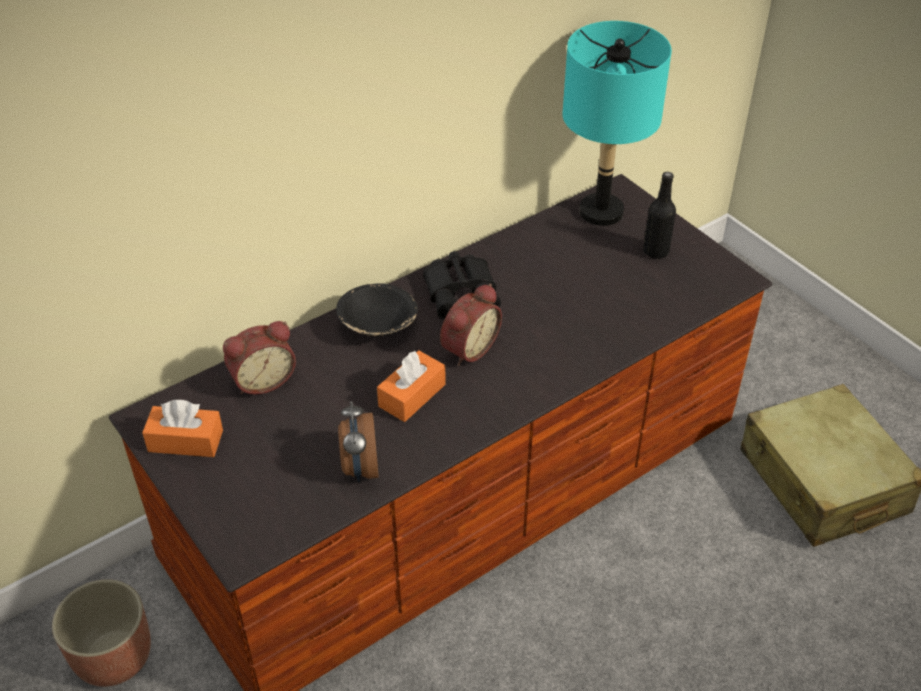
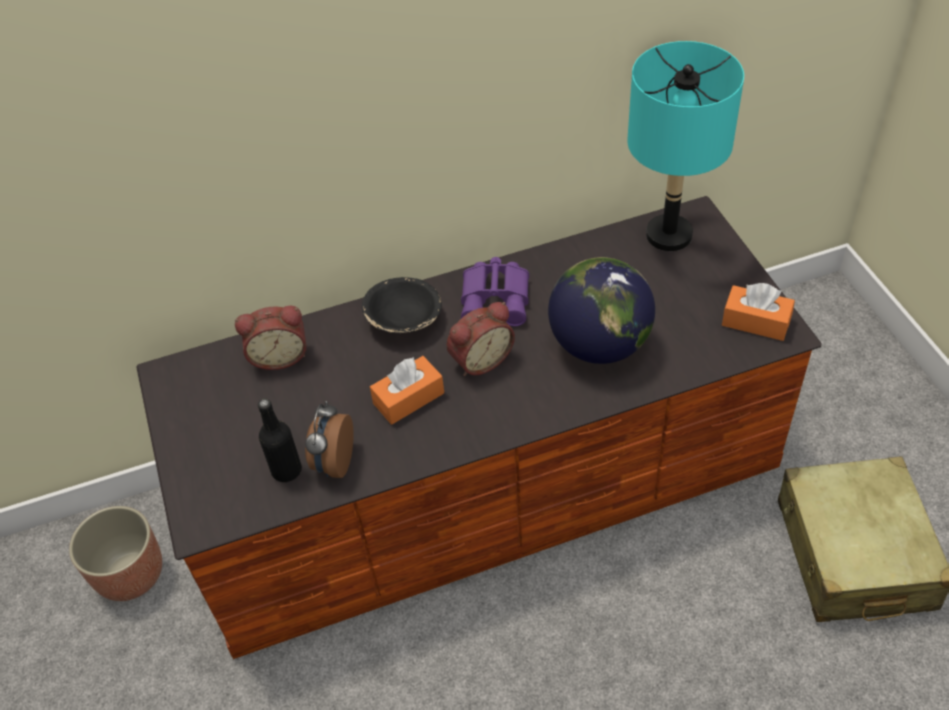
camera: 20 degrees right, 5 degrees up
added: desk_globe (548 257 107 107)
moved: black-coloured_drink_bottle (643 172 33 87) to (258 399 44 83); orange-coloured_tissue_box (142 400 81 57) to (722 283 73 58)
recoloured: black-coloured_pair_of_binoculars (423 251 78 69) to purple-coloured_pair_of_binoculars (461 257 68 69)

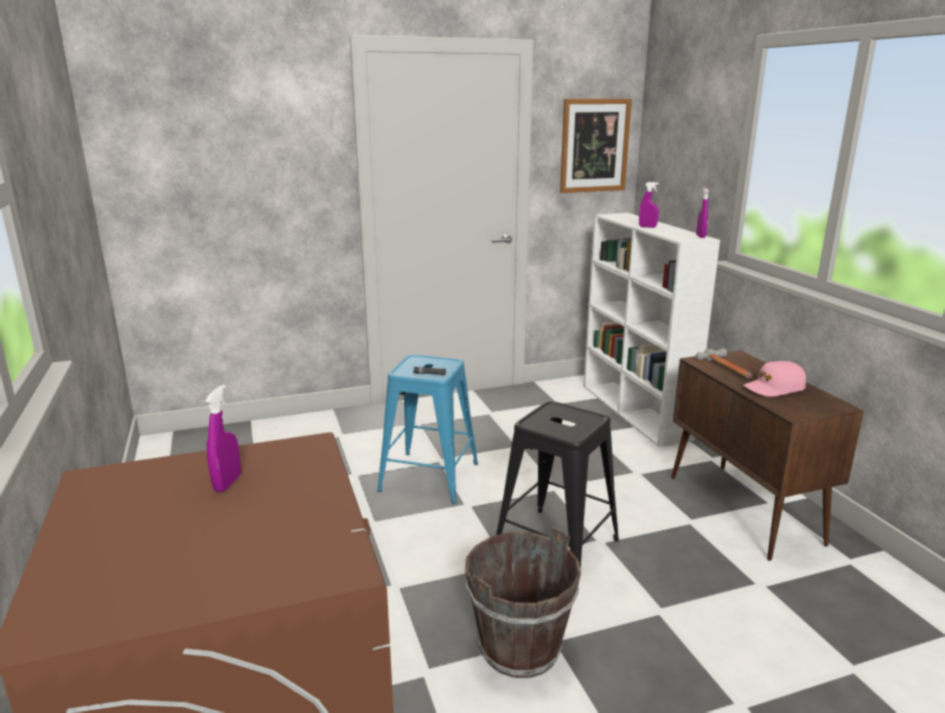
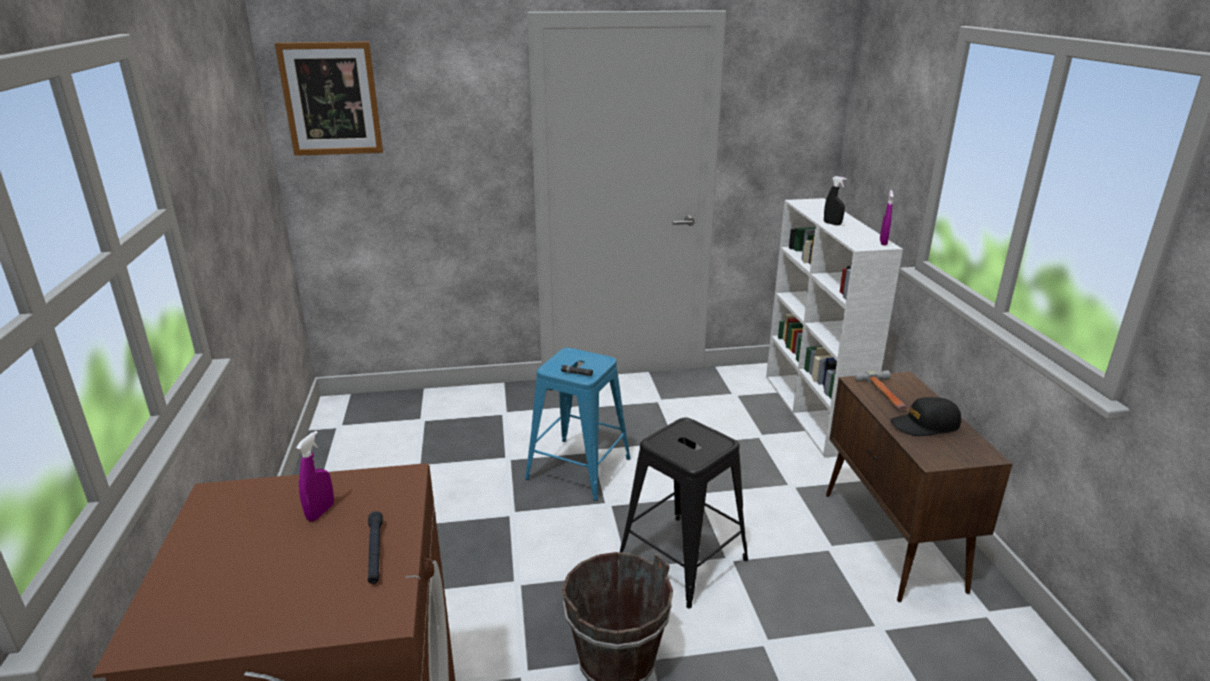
camera: 10 degrees right, 5 degrees up
added: black-coloured_flashlight (368 511 15 73)
moved: picture (560 99 72 94) to (275 42 108 114)
recoloured: purple-coloured_sprayer (639 182 20 46) to black-coloured_sprayer (824 176 23 49); pink-coloured_baseball_cap (743 361 63 36) to black-coloured_baseball_cap (890 397 71 39)

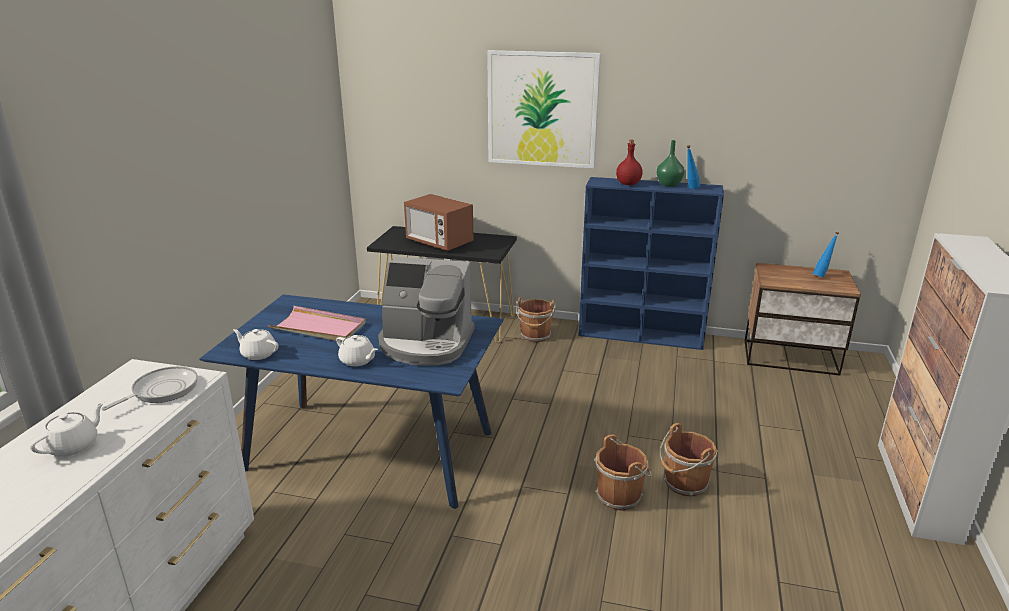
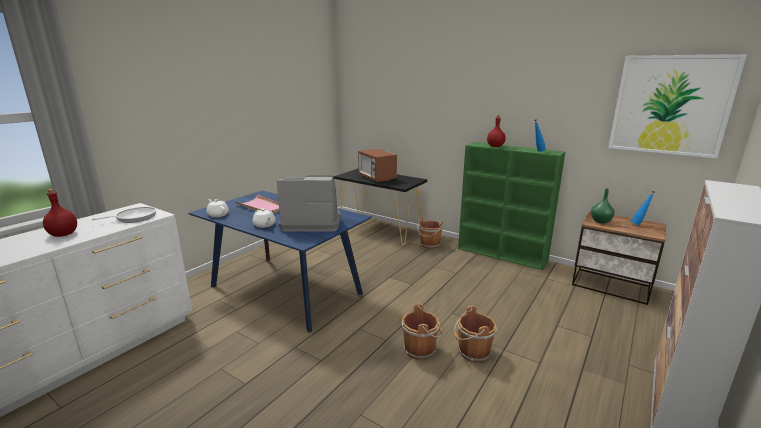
camera: 20 degrees right, 5 degrees down
moved: green_flower_vase (657 140 27 46) to (591 189 24 34); picture (487 50 114 118) to (608 54 139 104)
replaced: whitish_tea_pot (30 402 74 55) to red_drink_bottle (43 189 34 48)
recoloured: blue-coloured_bookshelf (578 177 146 173) to green_bookshelf (458 142 108 128)
turned: coffee_maker (378 257 96 109) = (277 176 64 56) 150 degrees clockwise

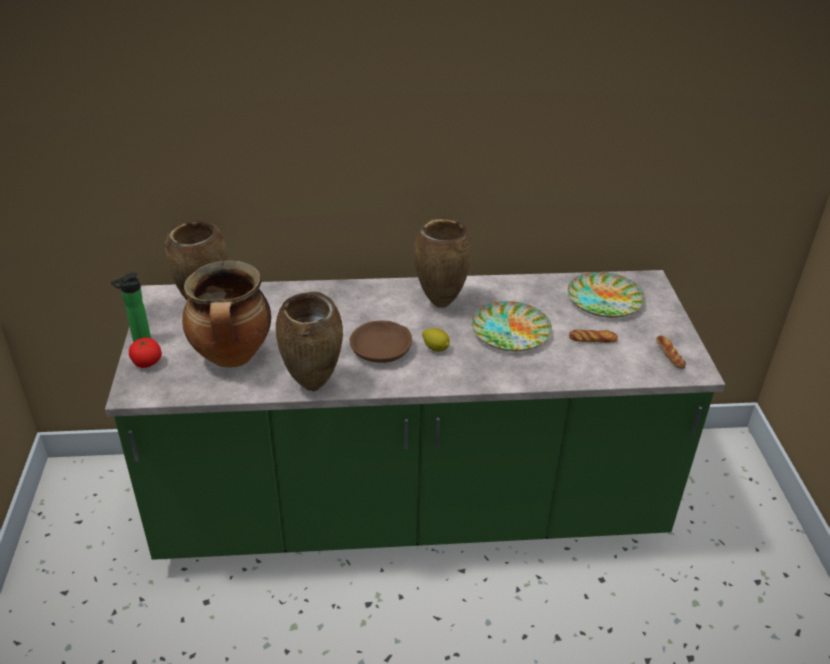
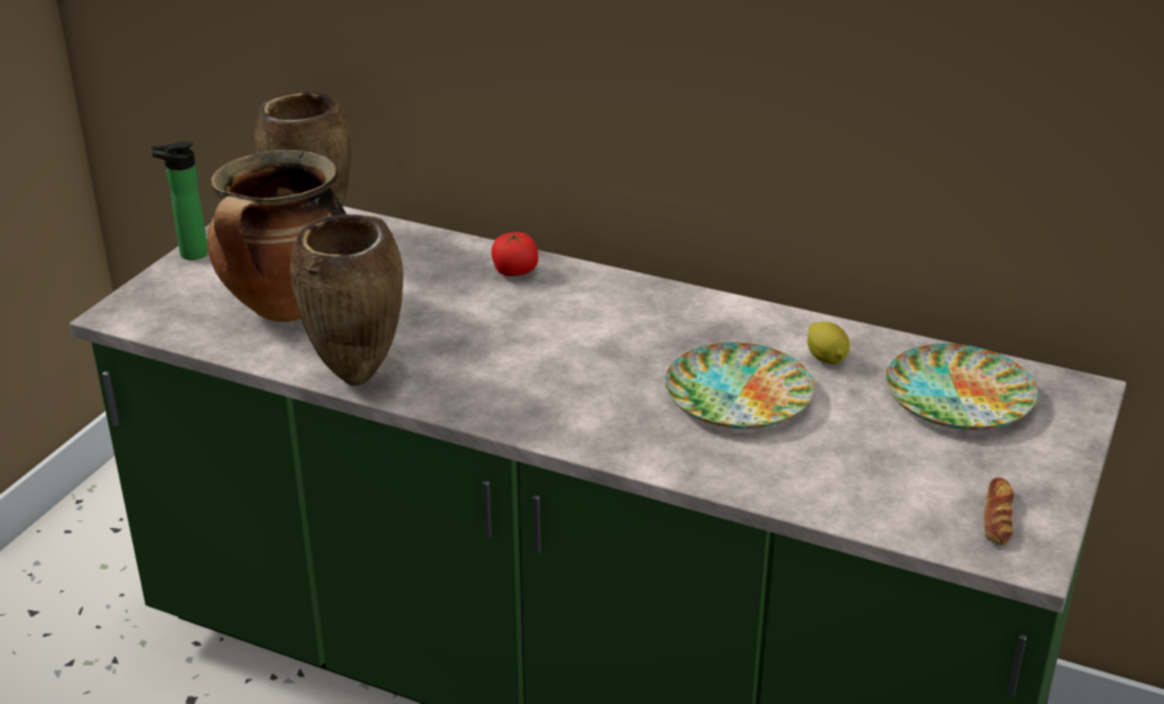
camera: 30 degrees right, 5 degrees down
removed: brownish_serving_bowl (350 321 62 42); brownish_flower_vase (414 218 58 90); baked_bread (569 330 49 13)
moved: whole_tomato (129 338 33 30) to (491 232 47 44); whole_lemon (422 328 28 24) to (807 322 43 42)

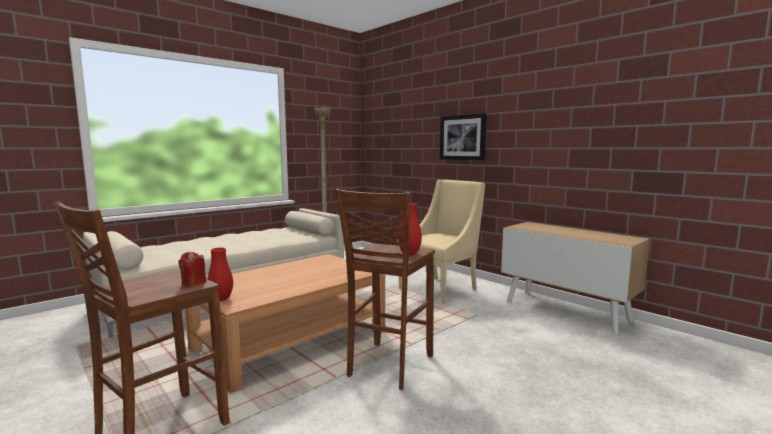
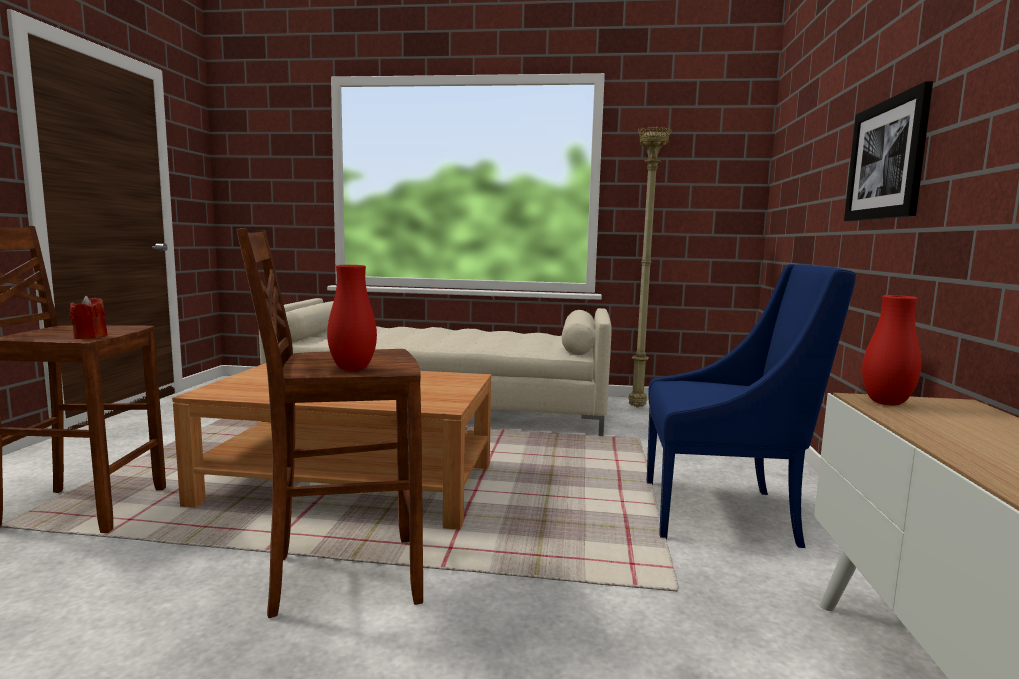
camera: 50 degrees right, 0 degrees up
moved: red_flower_vase (208 248 25 53) to (862 295 59 111)
recoloured: beige-coloured_easy_chair (397 180 88 123) to blue-coloured_easy_chair (647 264 209 284)

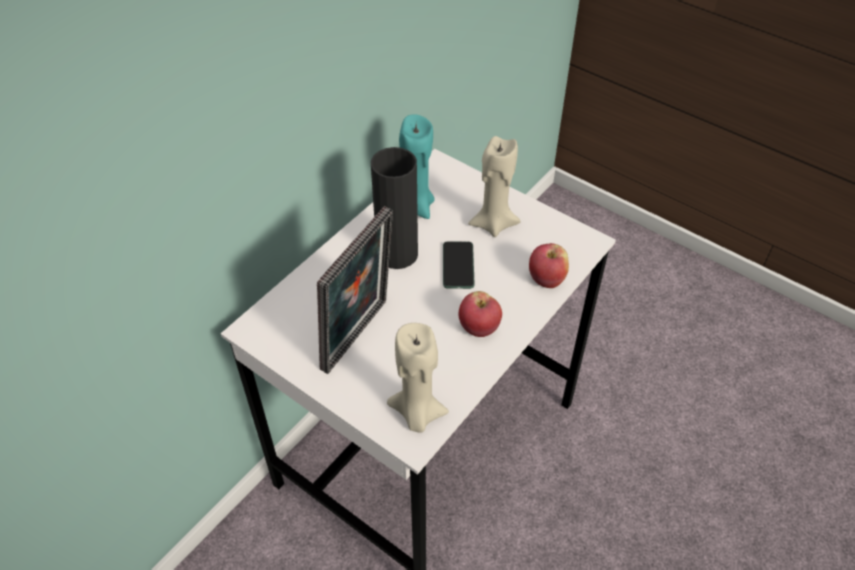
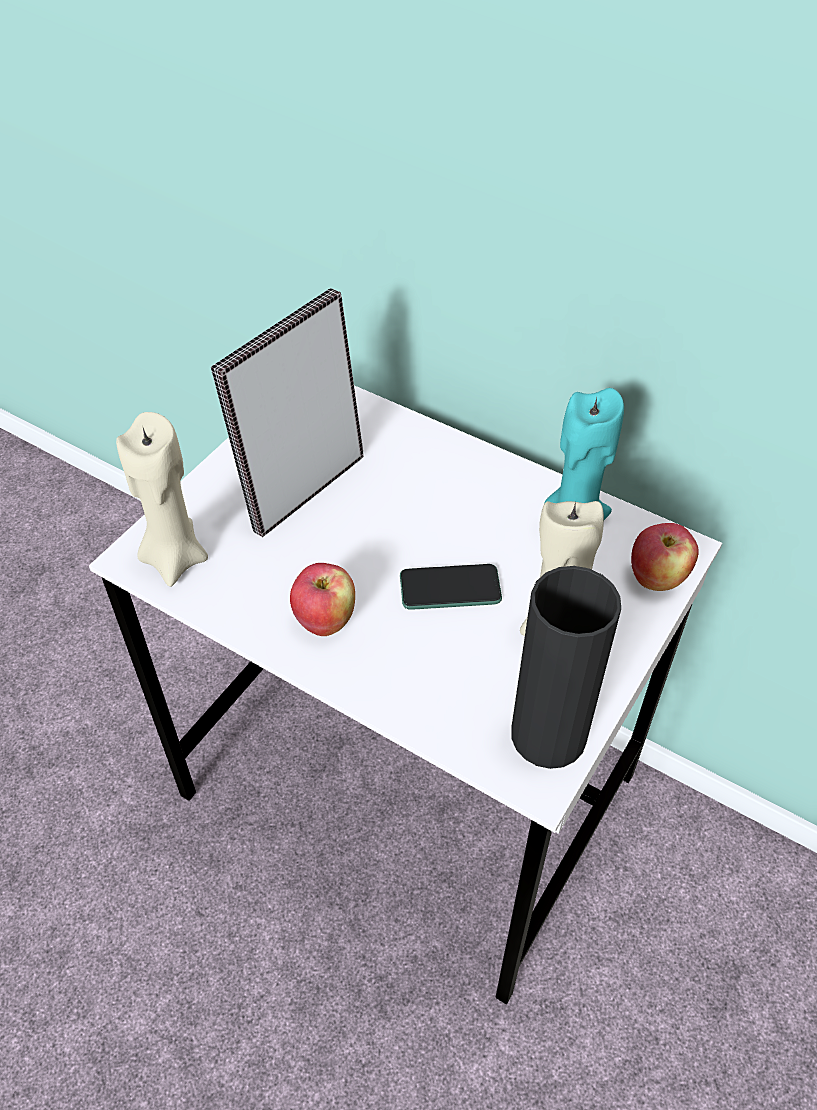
camera: 85 degrees right, 0 degrees up
moved: black-coloured_flower_vase (371 147 47 122) to (511 566 110 203); apple (529 243 40 45) to (631 523 68 68)
turned: standing_frame (317 206 76 168) = (211 288 153 249) 105 degrees clockwise

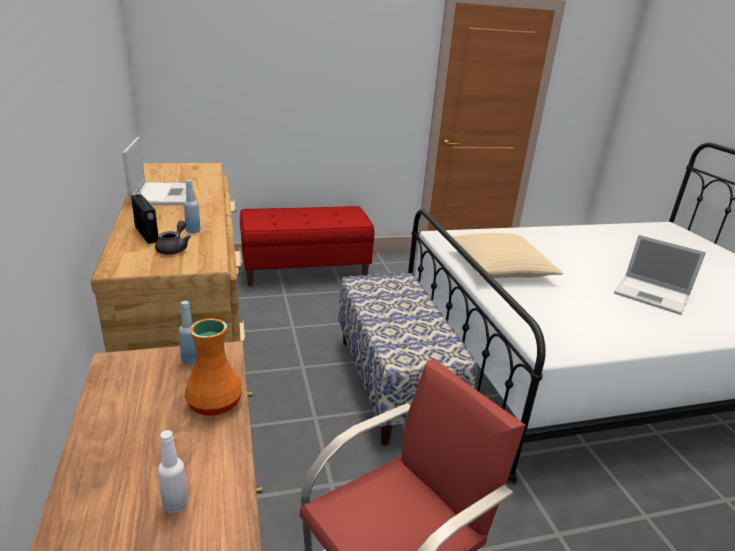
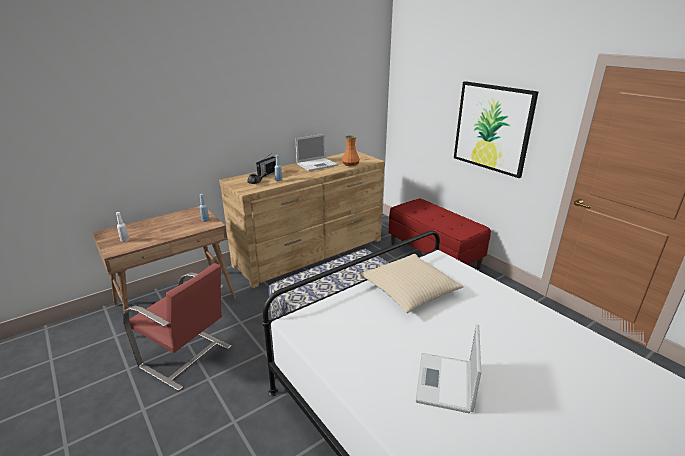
camera: 70 degrees right, 0 degrees up
added: picture (454 81 85 97)
moved: orange-coloured_flower_vase (184 318 58 98) to (342 135 18 31)

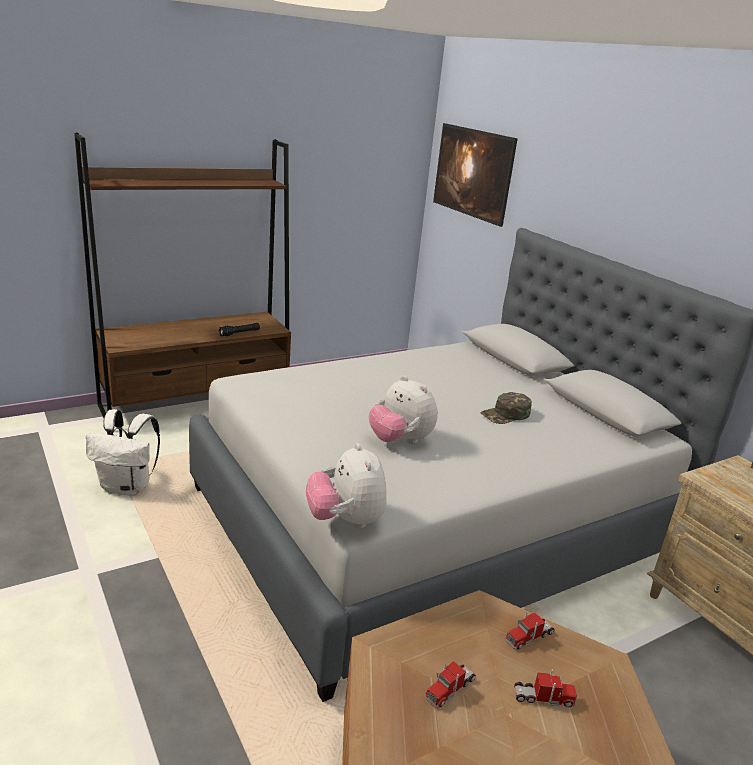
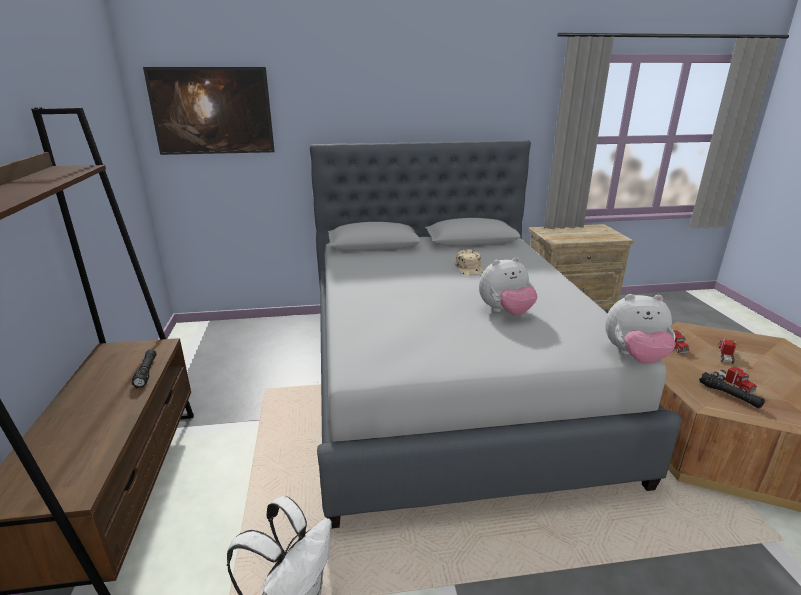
camera: 65 degrees left, 0 degrees up
added: black-coloured_flashlight (699 372 66 37)
recoloured: green_baseball_cap (481 392 51 32) to beige-coloured_baseball_cap (455 249 29 26)

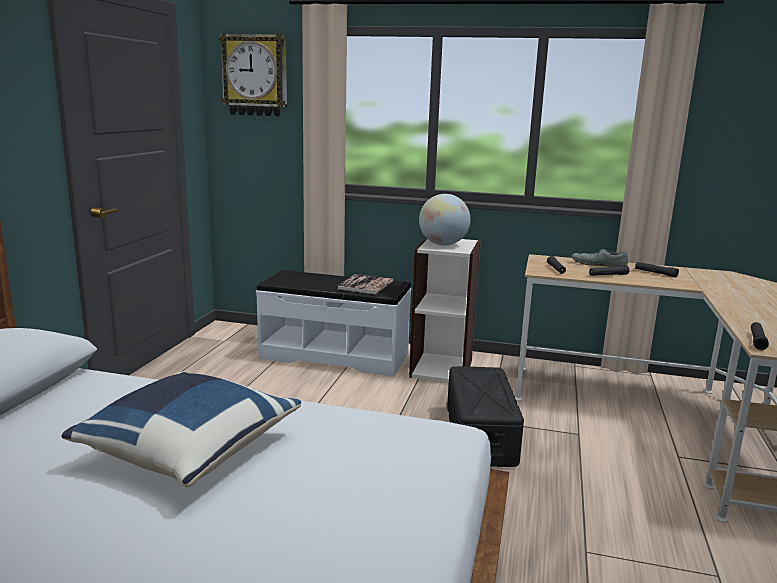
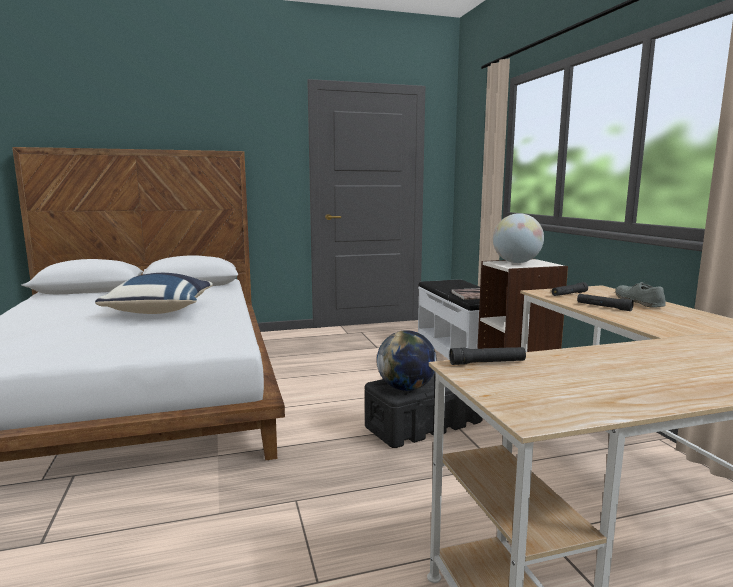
camera: 60 degrees right, 5 degrees down
removed: clock_on_the_wall (219 34 68 83); black-coloured_flashlight (635 262 44 16)
added: desk_globe (377 330 60 61)

